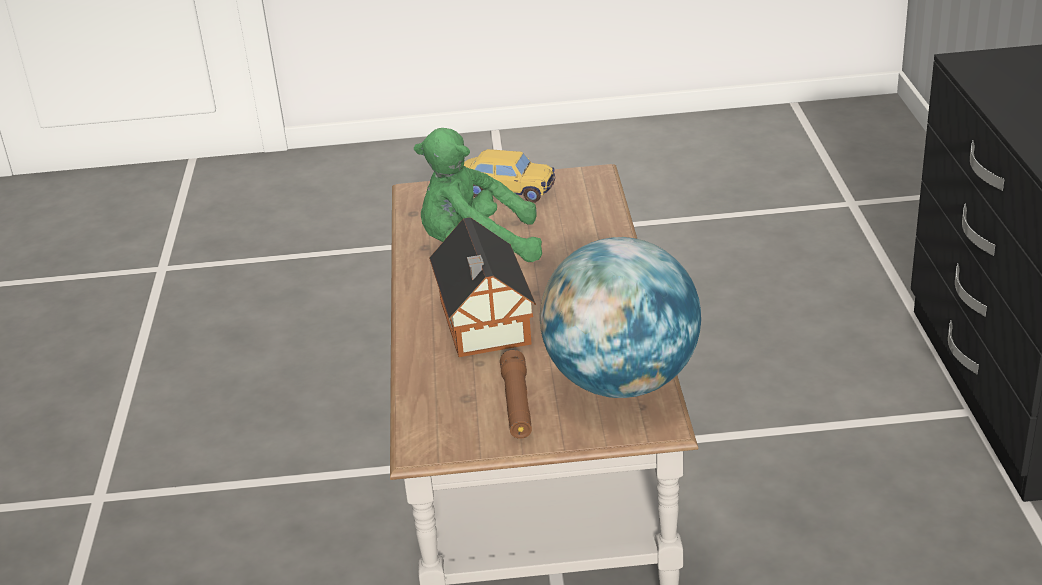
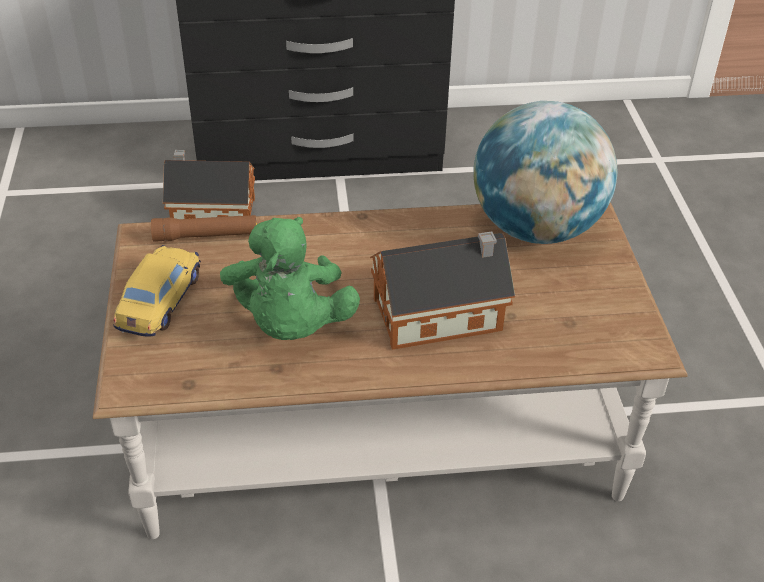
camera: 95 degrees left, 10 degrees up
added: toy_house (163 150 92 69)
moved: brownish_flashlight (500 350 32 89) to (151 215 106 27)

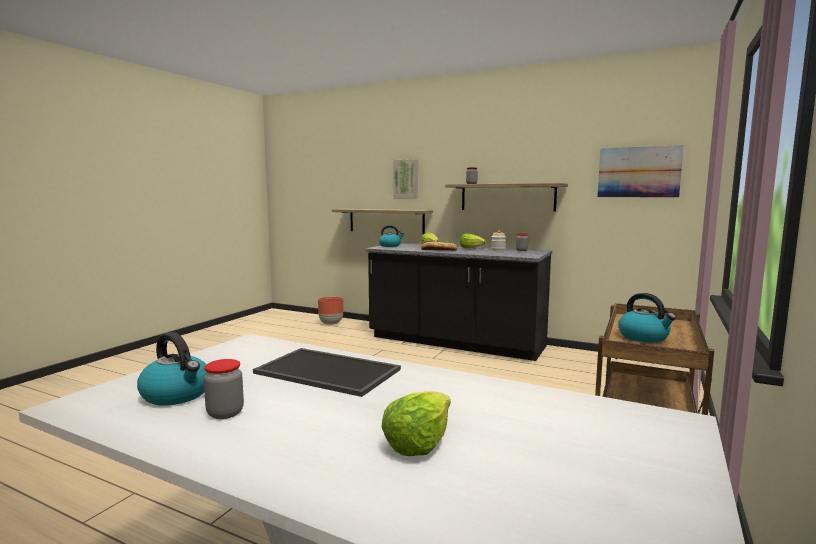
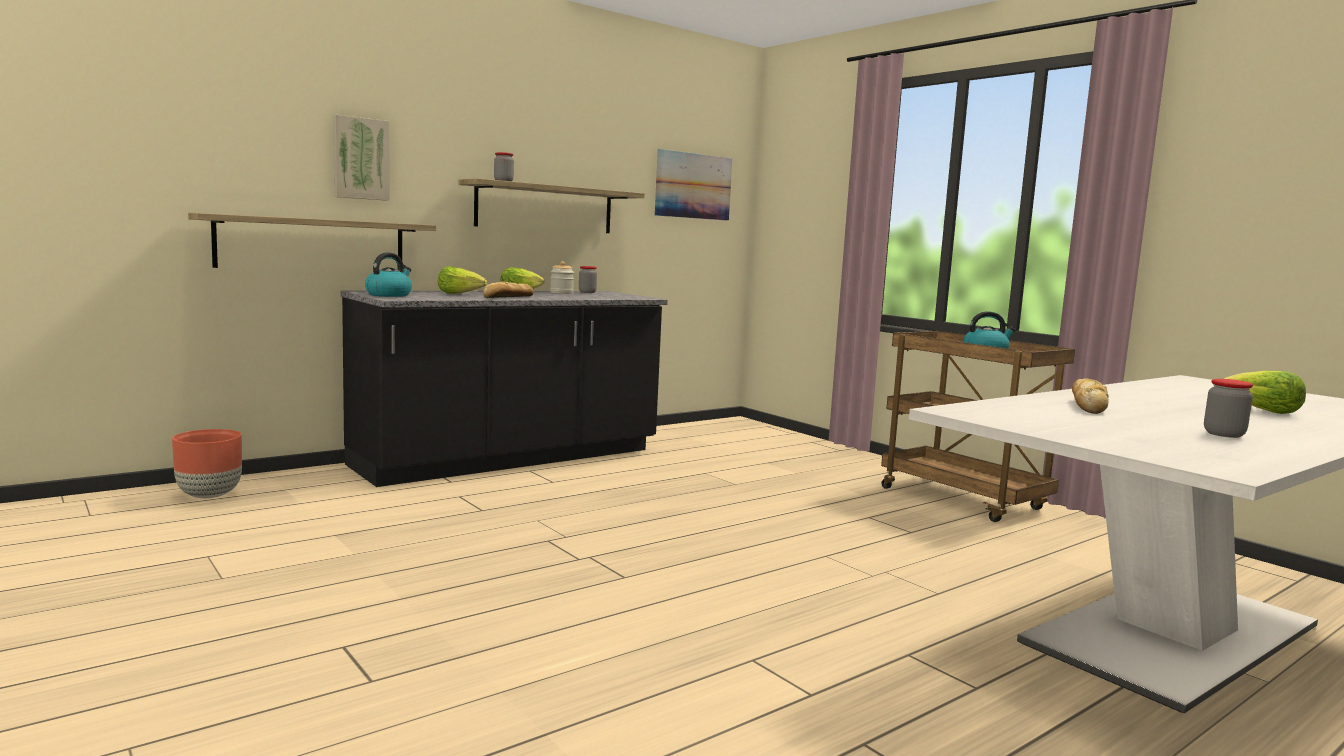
camera: 65 degrees left, 0 degrees up
removed: tea_kettle (137 332 70 73)
replaced: carrying_tray (253 348 148 49) to baked_bread (1072 378 37 36)

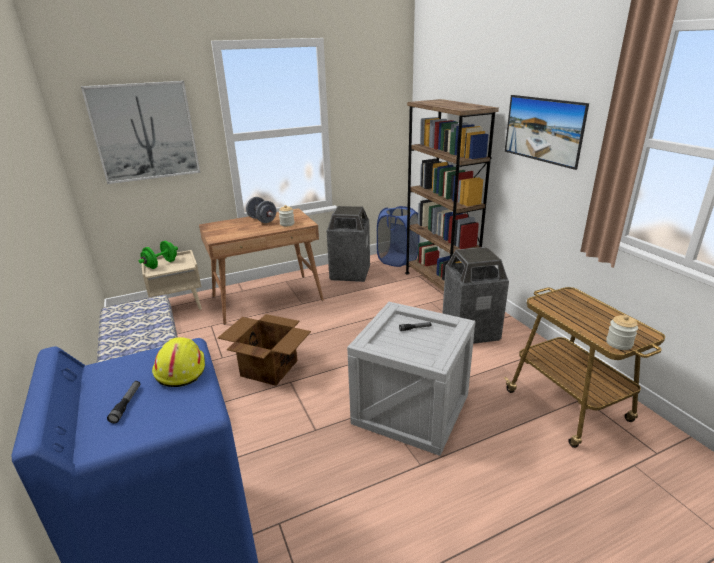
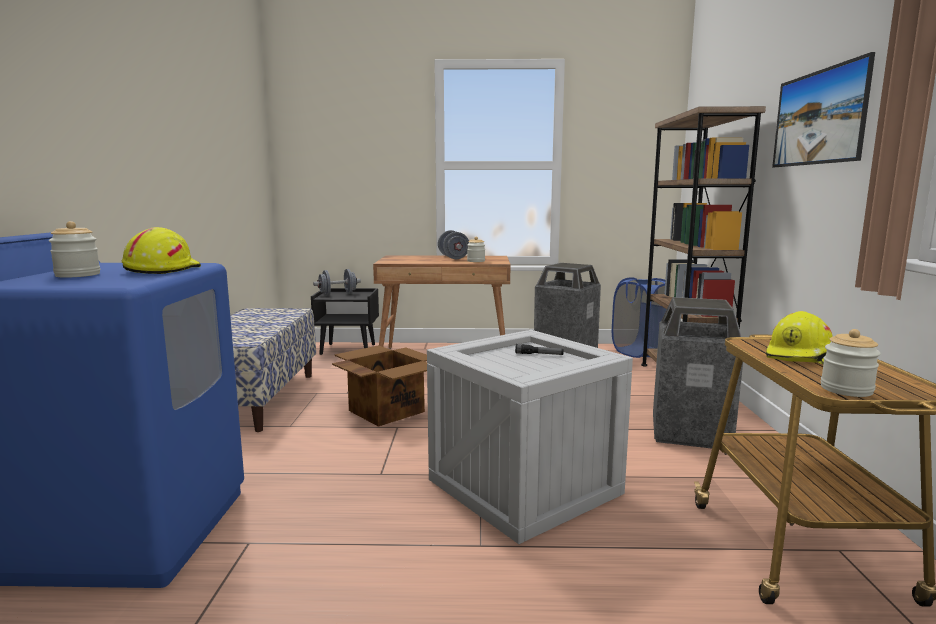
camera: 25 degrees right, 15 degrees down
removed: picture (81 81 119 103)
added: yellow_safety_helmet (766 311 67 53)
replaced: flashlight (107 381 33 42) to jar (49 221 51 57)
recoloured: beige-coloured_nightstand (141 250 61 60) to black-coloured_nightstand (311 288 68 67); green_dumbbell (139 241 39 28) to gray_dumbbell (313 269 48 27)

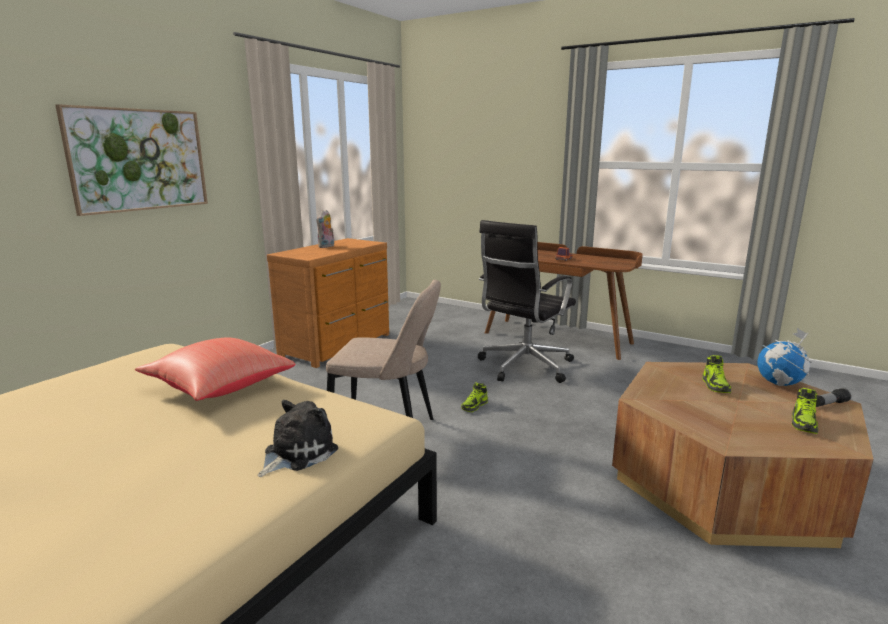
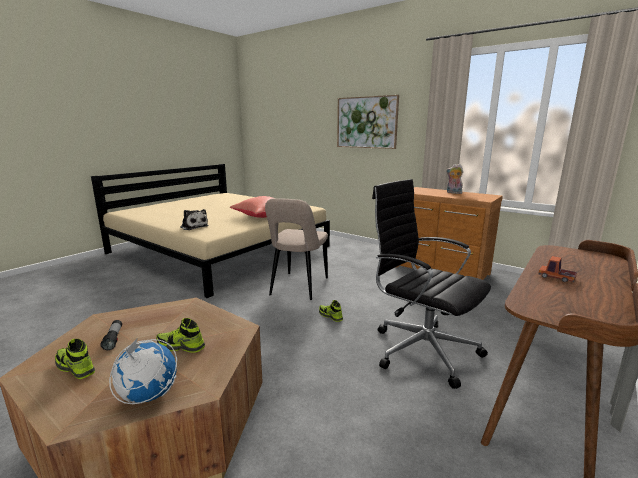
camera: 95 degrees right, 0 degrees up
moved: flashlight (816 388 35 19) to (100 320 22 30)

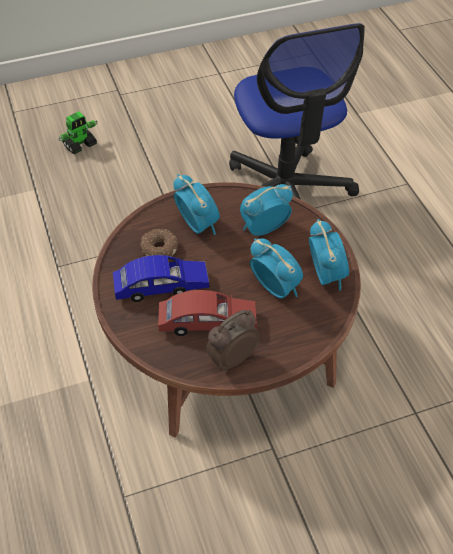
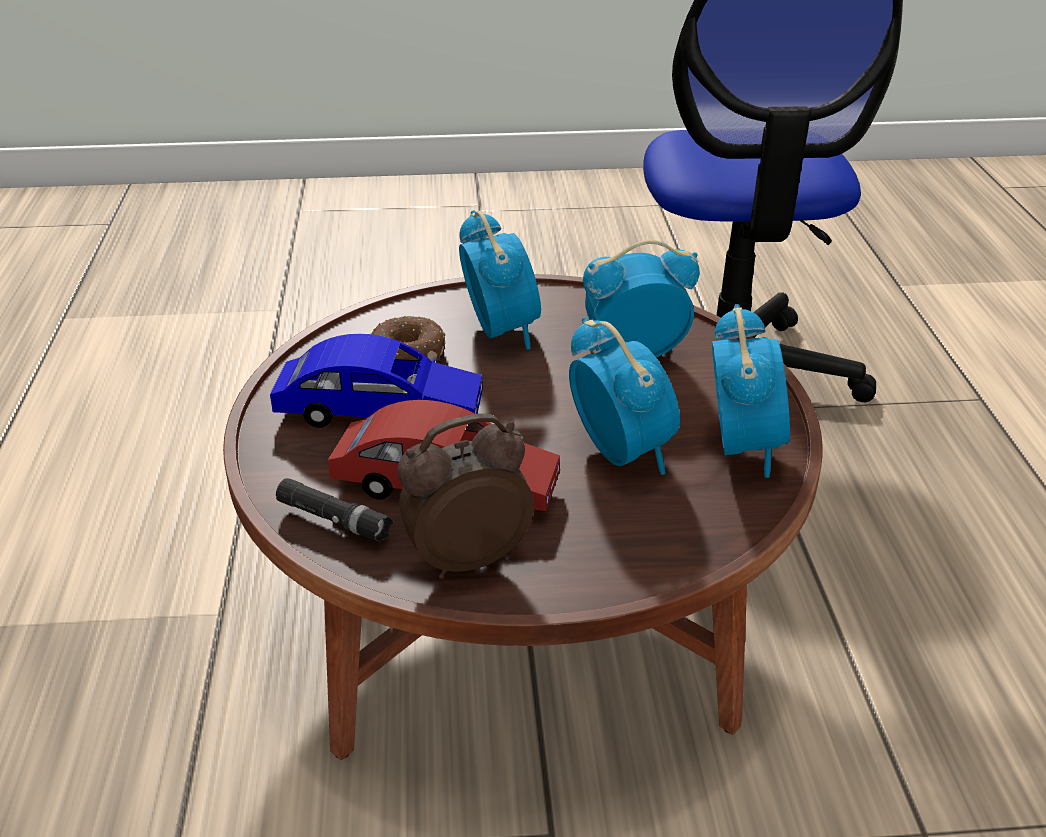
camera: 15 degrees right, 15 degrees down
removed: toy_robot (58 112 40 42)
added: black-coloured_flashlight (276 478 117 65)

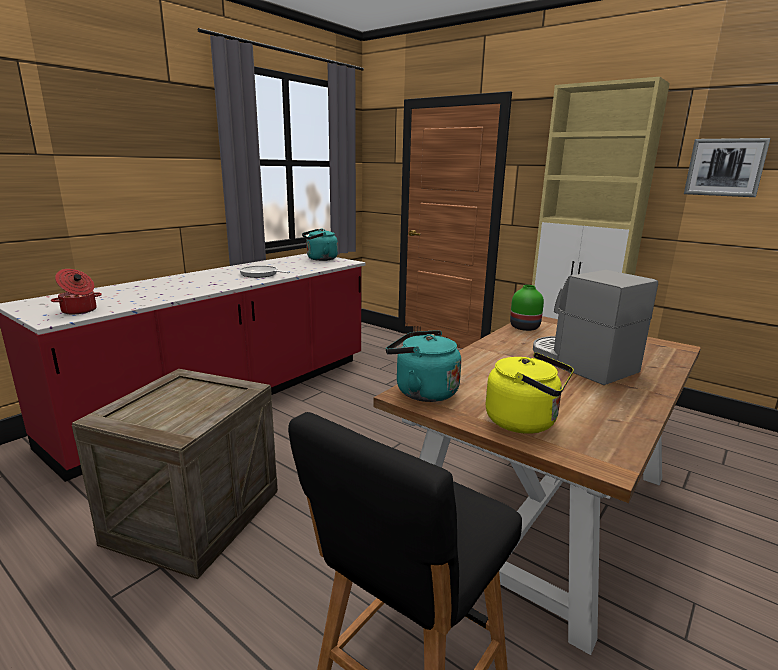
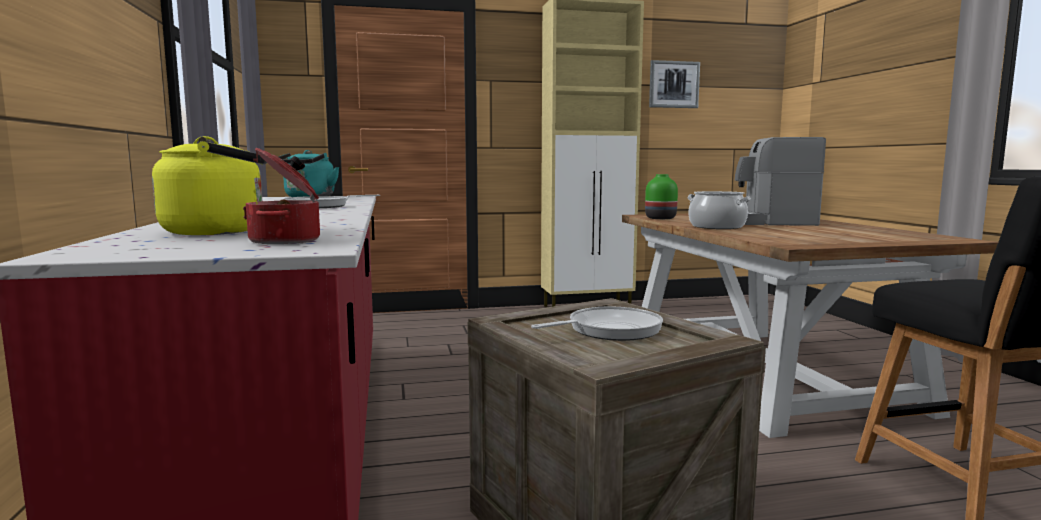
camera: 50 degrees left, 10 degrees down
removed: turquoise-coloured_tea_kettle (386 330 75 72)
added: skillet (531 307 132 34); saucepot (687 191 64 38)
moved: yellow_tea_kettle (486 352 88 82) to (152 136 115 99)

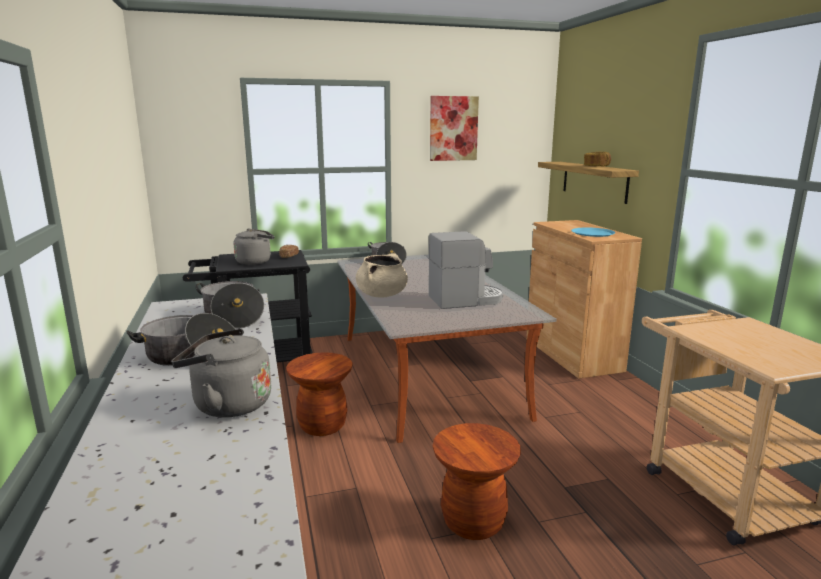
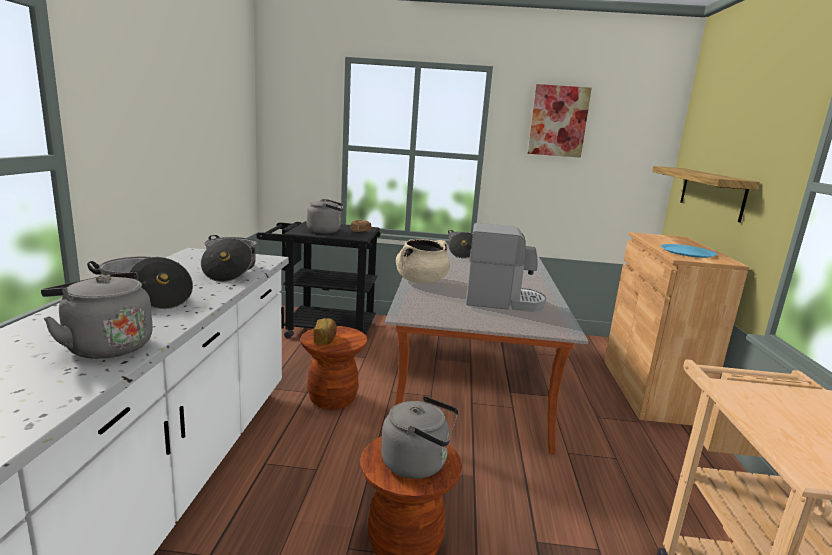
camera: 20 degrees right, 0 degrees up
added: gray_tea_kettle (381 396 78 83)
moved: baked_bread (584 152 27 14) to (314 318 23 27)

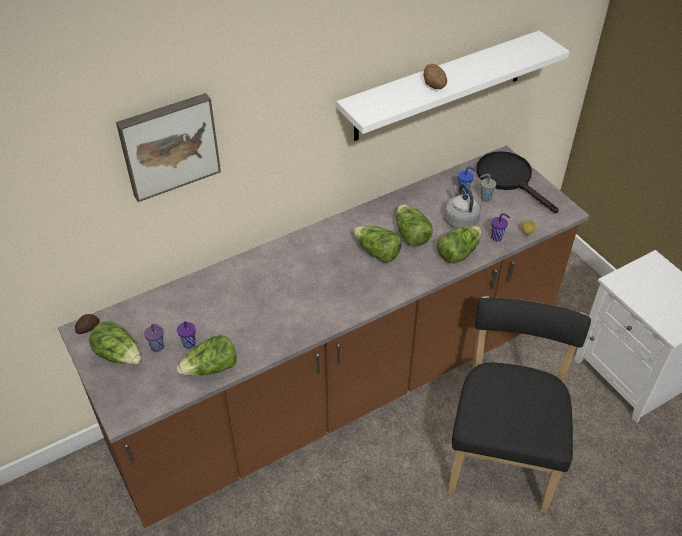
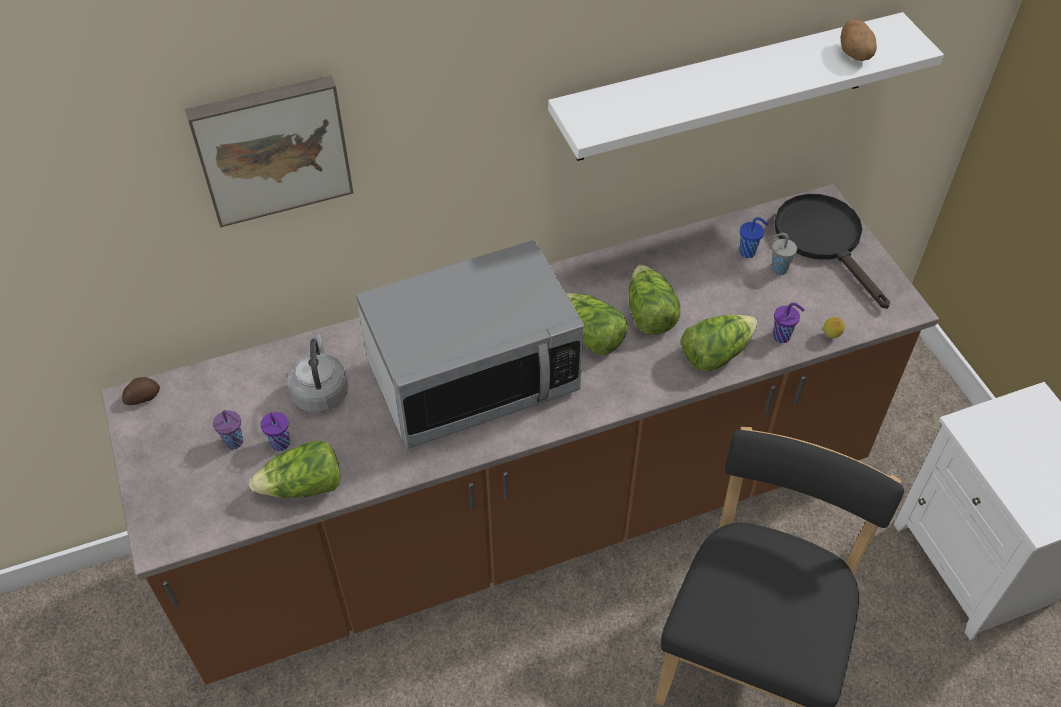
camera: 10 degrees right, 5 degrees up
removed: lettuce_head (89 321 52 44)
added: microwave (356 240 228 209)
moved: gray_tea_kettle (445 183 36 45) to (287 335 61 78); whole_potato (424 64 23 25) to (840 19 37 42)

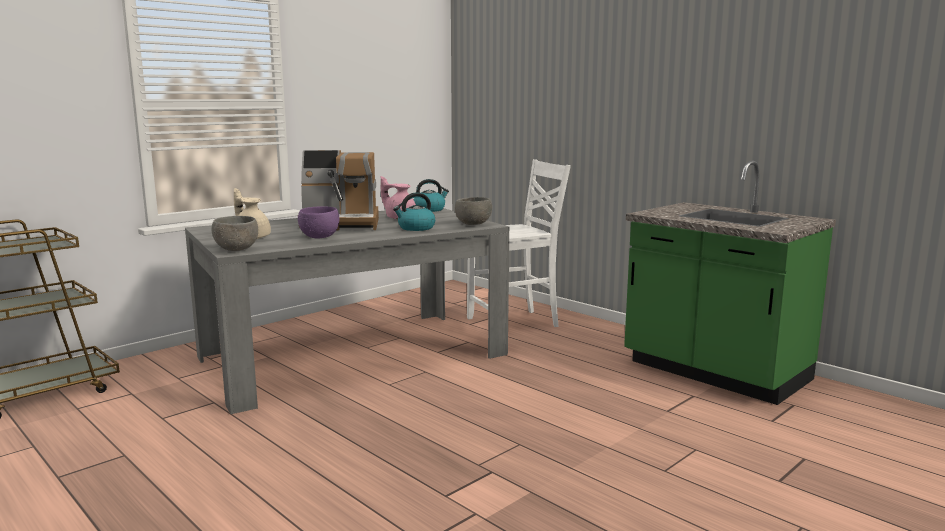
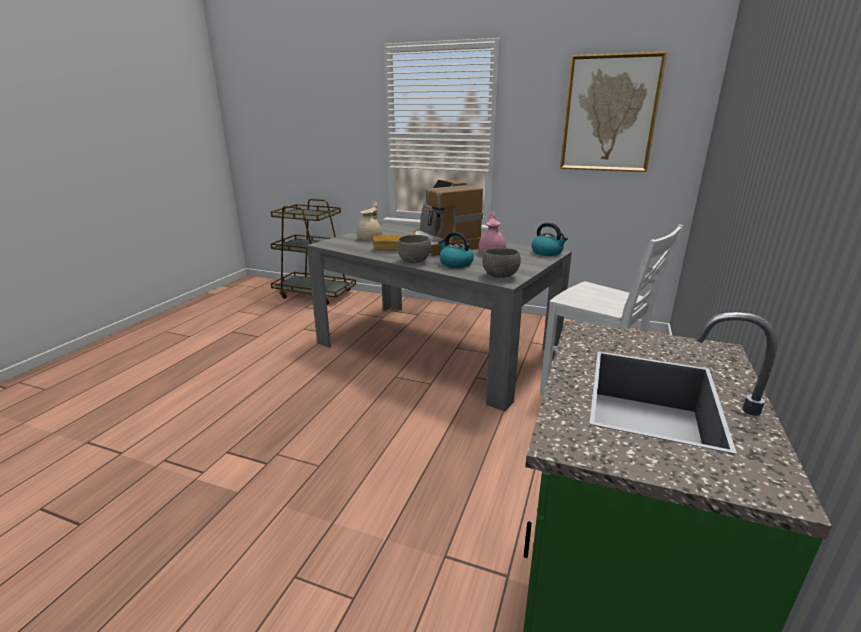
camera: 65 degrees right, 10 degrees up
added: picture (560 52 107 120)
moved: gray_serving_bowl (212 216 46 35) to (397 235 34 28)
replaced: purple-coloured_serving_bowl (298 207 41 32) to baked_bread (373 235 29 16)

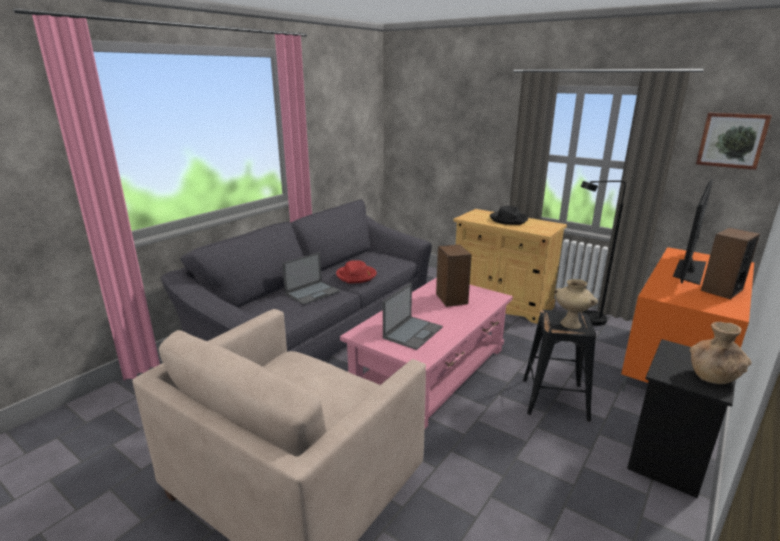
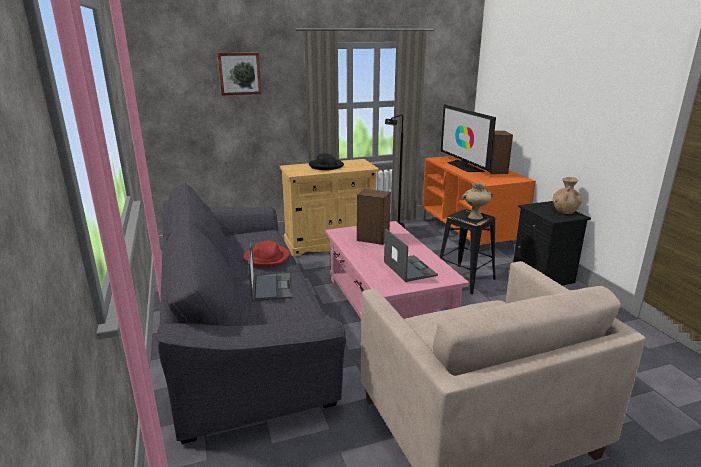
camera: 55 degrees left, 0 degrees up
moved: picture (696 113 76 57) to (217 52 45 44)

